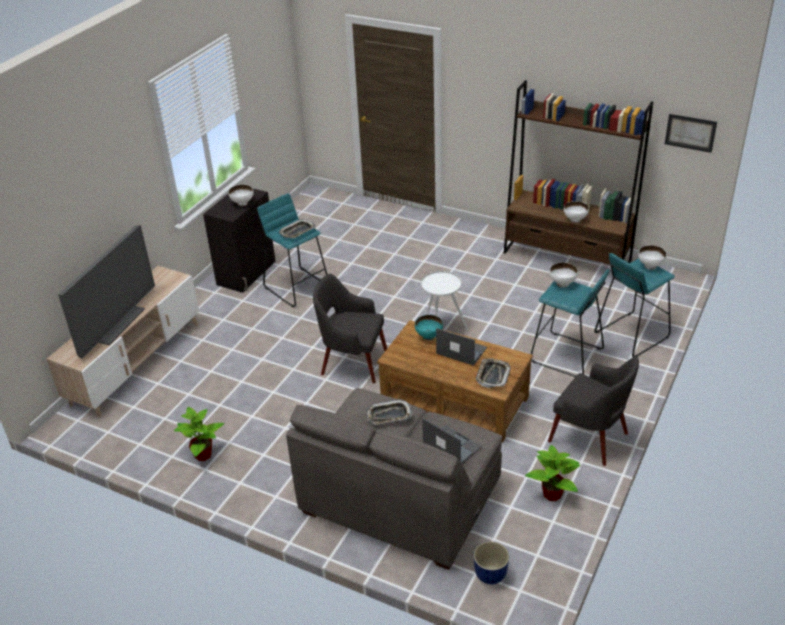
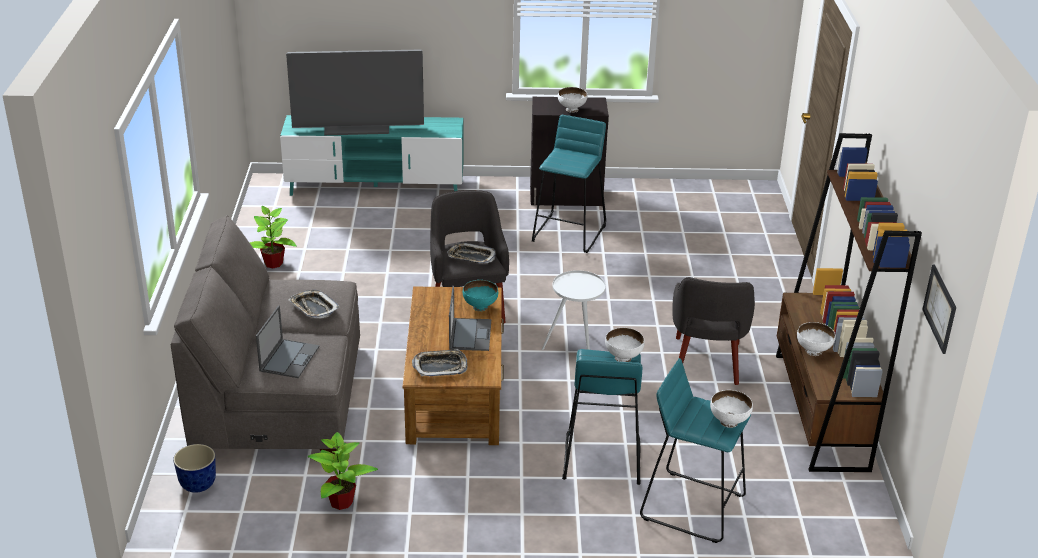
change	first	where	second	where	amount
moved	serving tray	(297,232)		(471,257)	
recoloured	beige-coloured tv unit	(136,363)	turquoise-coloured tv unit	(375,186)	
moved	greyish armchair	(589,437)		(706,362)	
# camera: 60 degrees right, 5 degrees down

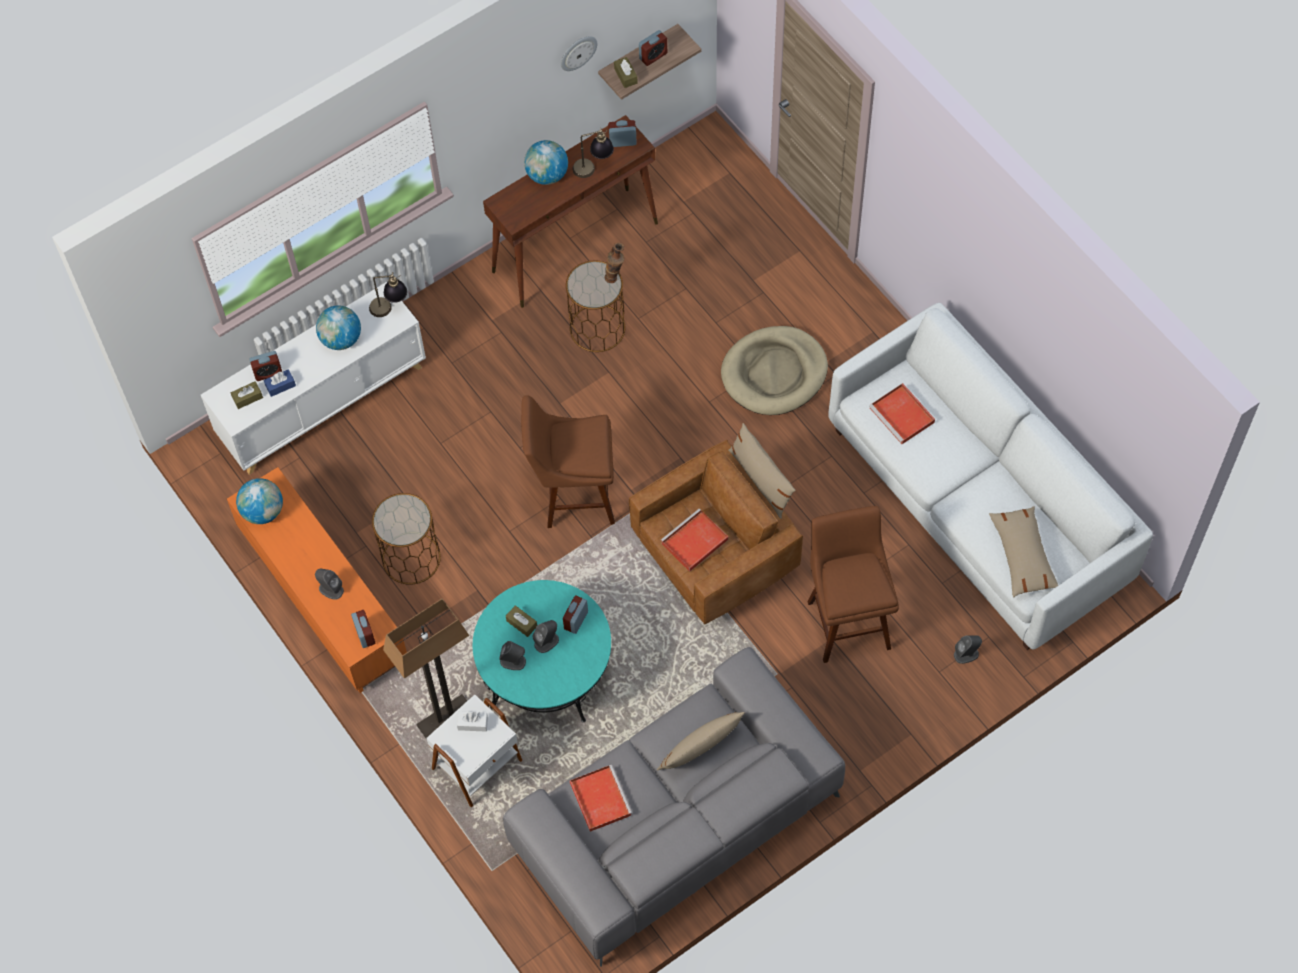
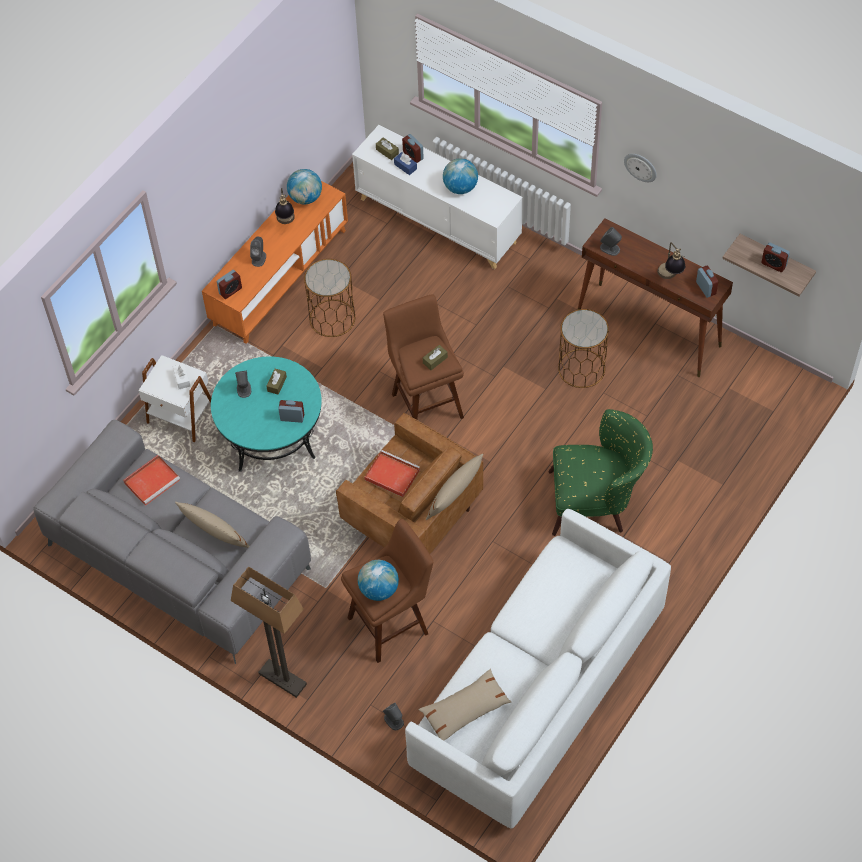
change	first	where	second	where	amount
moved	wall clock	(578,52)		(640,167)	
moved	brownish tissue holder	(625,76)		(435,360)	
moved	world globe	(547,175)		(379,589)	
removed	flower vase	(615,278)			
moved	tabletop lamp	(390,309)		(286,223)	
replaced	beige-coloured dog cushion	(774,373)	green-coloured armchair	(596,502)	
removed	reddish serving tray	(903,416)			
moved	floor lamp	(445,719)		(282,679)	
moved	greyish audio speaker	(547,642)		(610,248)	
# camera: 70 degrees right, 5 degrees down

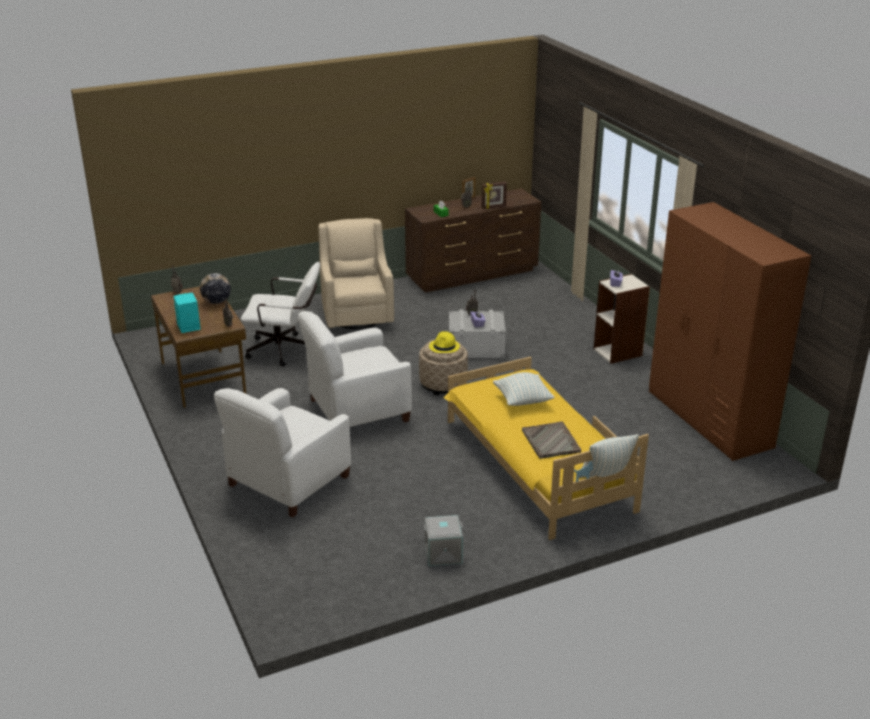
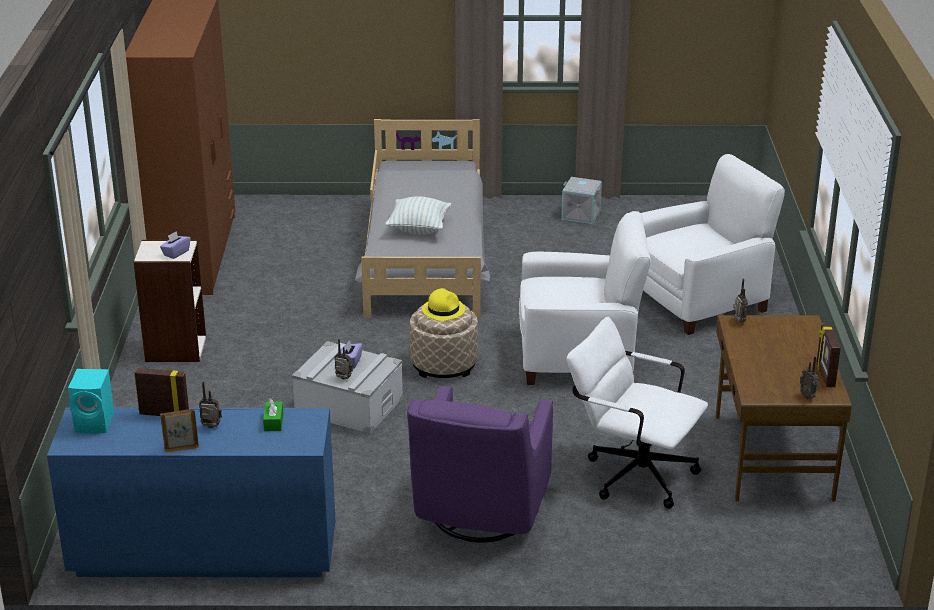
change	first	where	second	where	amount
recoloured	brownish chest of drawers	(473,274)	blue chest of drawers	(202,554)	
recoloured	beige-coloured armchair	(356,315)	purplish armchair	(479,515)	
removed	world globe	(216,302)			
moved	turquoise-coloured audio speaker	(187,327)		(96,423)	
recoloured	yellowish bedroom bed	(536,464)	greyish bedroom bed	(426,257)	
removed	greyish serving tray	(551,441)			
removed	cushion	(605,475)			
added			photo frame	(824,375)	
# camera: 155 degrees left, 0 degrees up

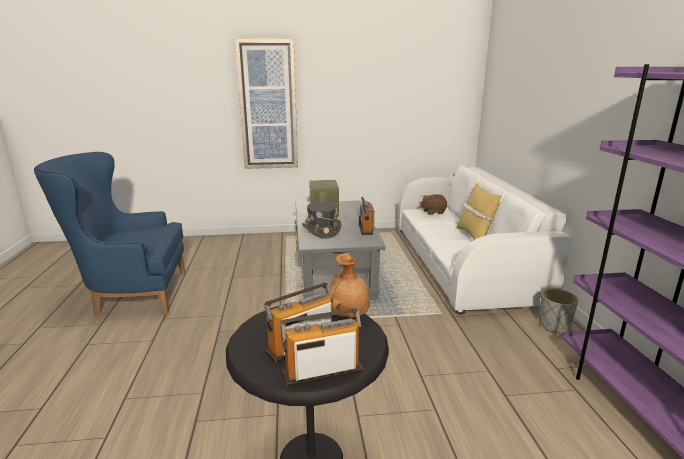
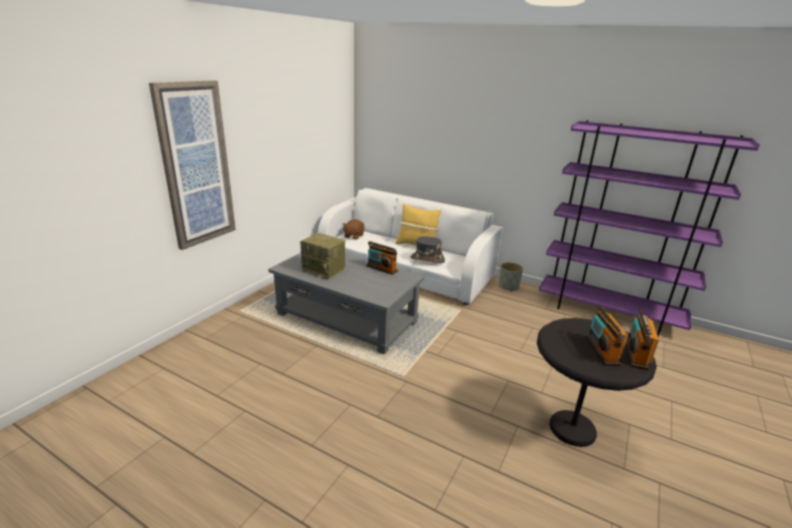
change	first	where	second	where	amount
removed	blue armchair	(130,294)			
moved	greyish hat	(321,231)		(427,259)	
removed	brownish flower vase	(349,315)			
# camera: 55 degrees left, 5 degrees up

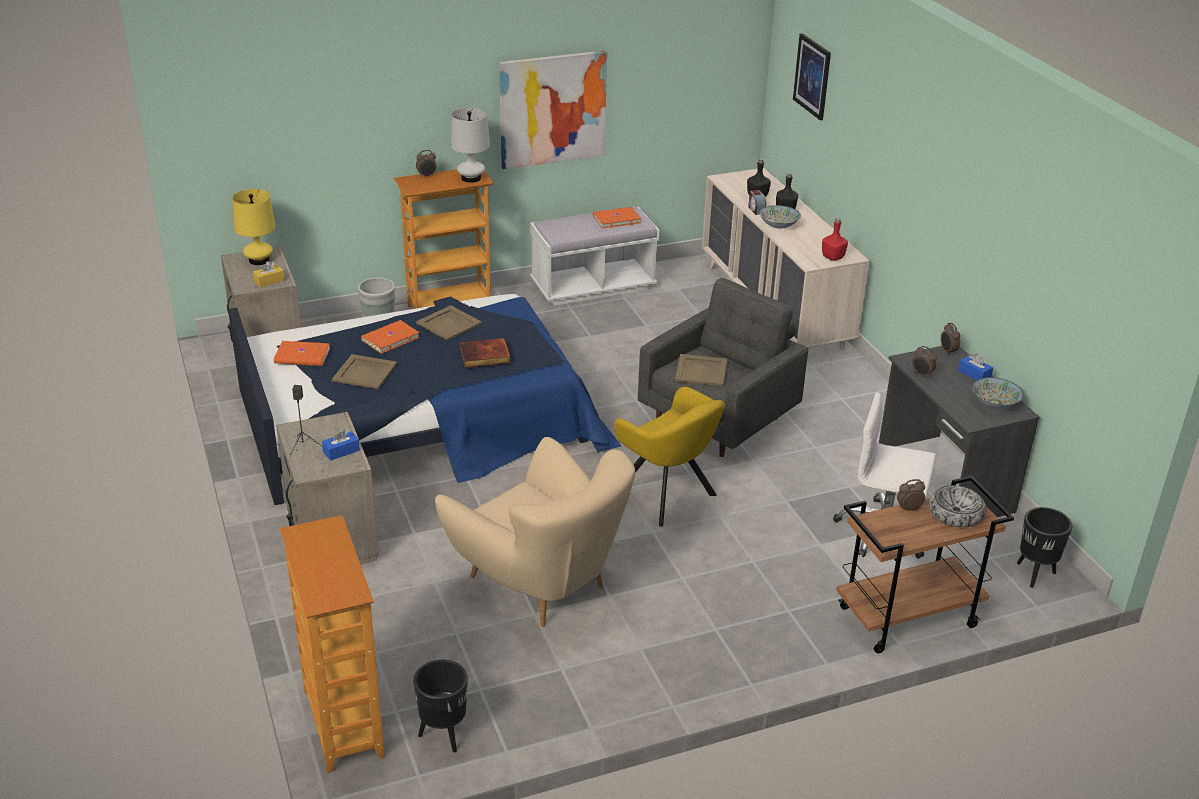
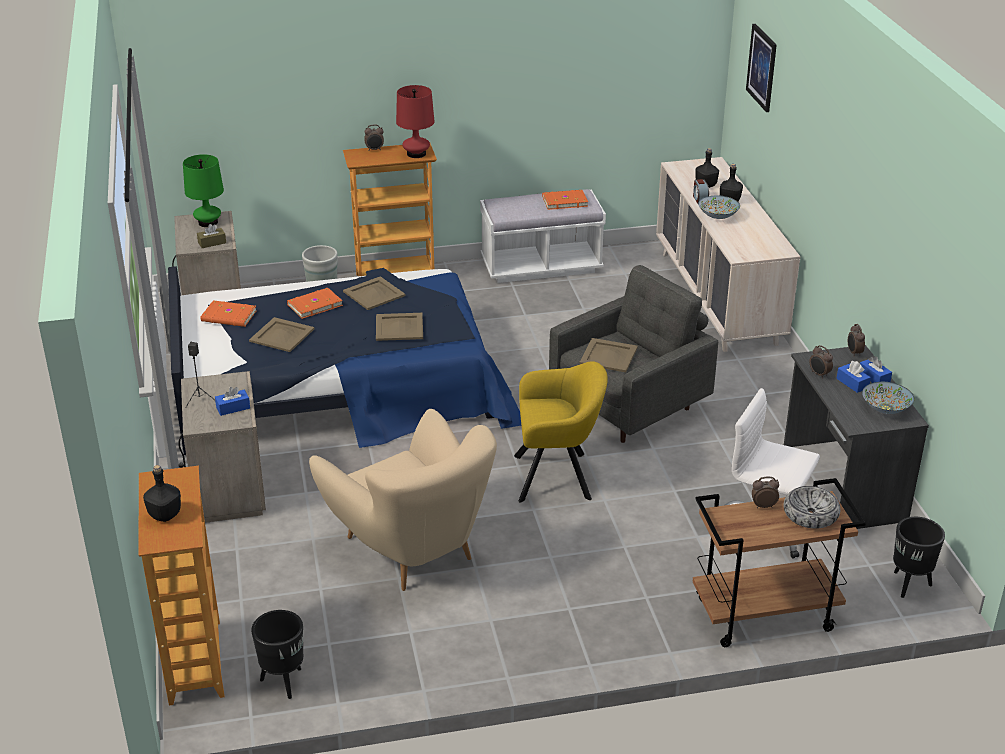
change	first	where	second	where	amount
removed	wall art	(552,109)			
recoloured	white-coloured tabletop lamp	(471,178)	reddish tabletop lamp	(416,154)	
recoloured	yellowish tabletop lamp	(259,260)	green-coloured tabletop lamp	(208,222)	
removed	reddish beverage bottle	(832,257)			
recoloured	yellowish tissue holder	(269,281)	brownish tissue holder	(212,243)	
replaced	book	(484,356)	beige-coloured serving tray	(399,327)	
turned	yellowish armchair	(668,496)		(558,477)	60 degrees counterclockwise
added			blue tissue holder	(852,383)	
added			black-coloured beverage bottle	(165,514)	
# camera: 10 degrees right, 0 degrees up

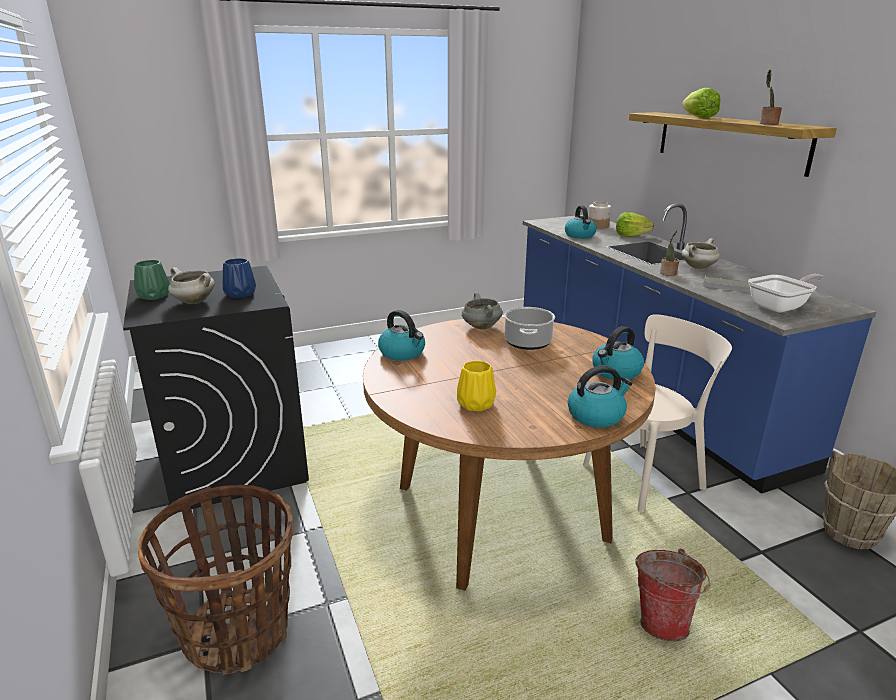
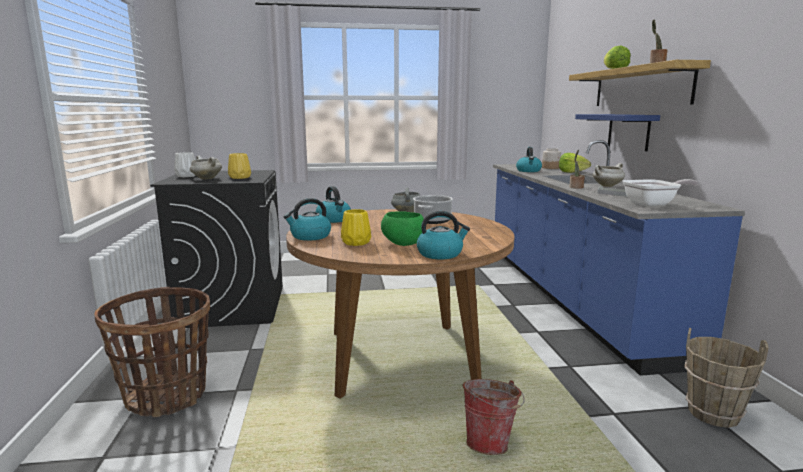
change	first	where	second	where	amount
recoloured	blue flower vase	(240,293)	yellowish flower vase	(240,177)	
recoloured	green-coloured flower vase	(154,296)	white-coloured flower vase	(187,176)	
removed	beige-coloured chair	(646,475)			
moved	water kettle	(616,372)		(310,236)	
added			blue bracket shelf	(628,131)	
added			green-coloured bowl	(402,244)	
# camera: 15 degrees right, 10 degrees down

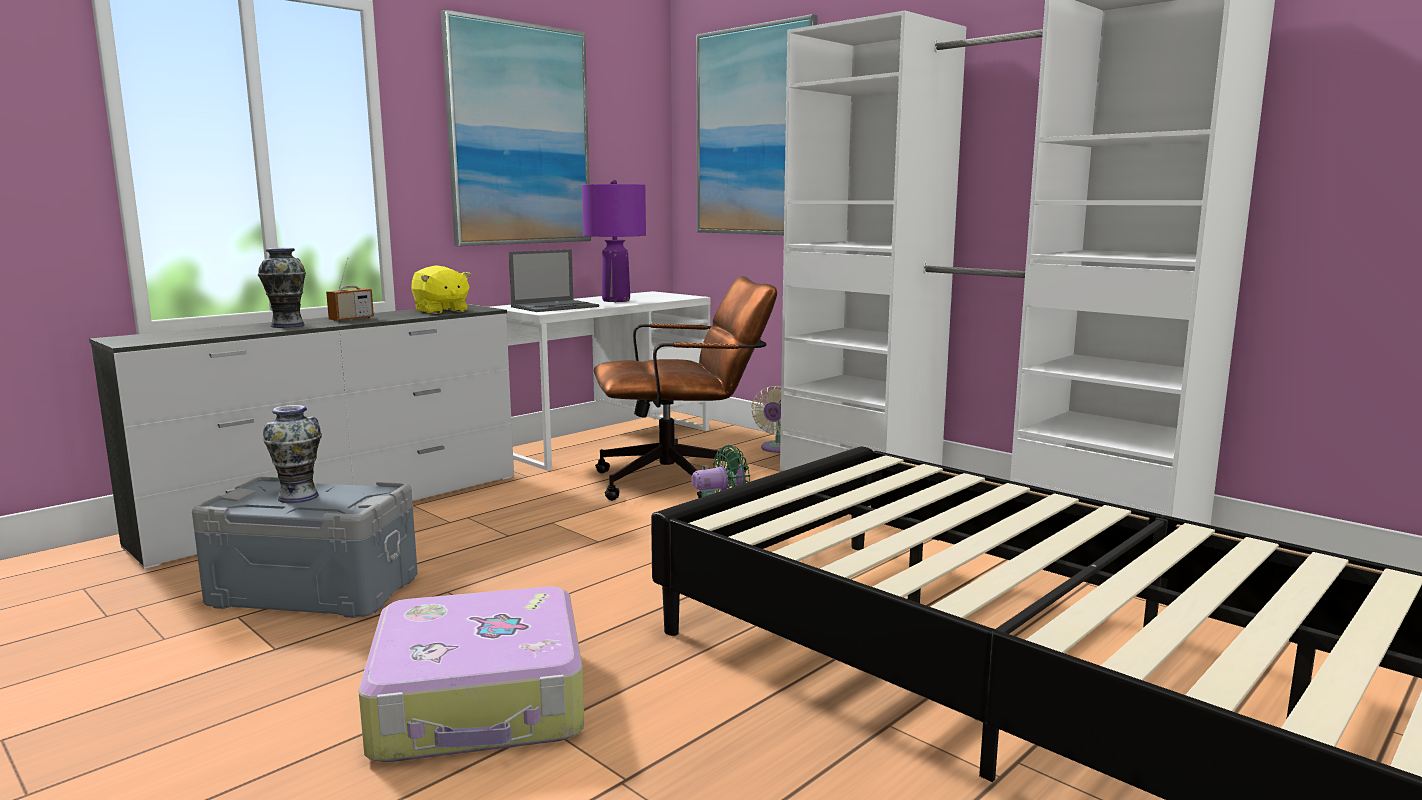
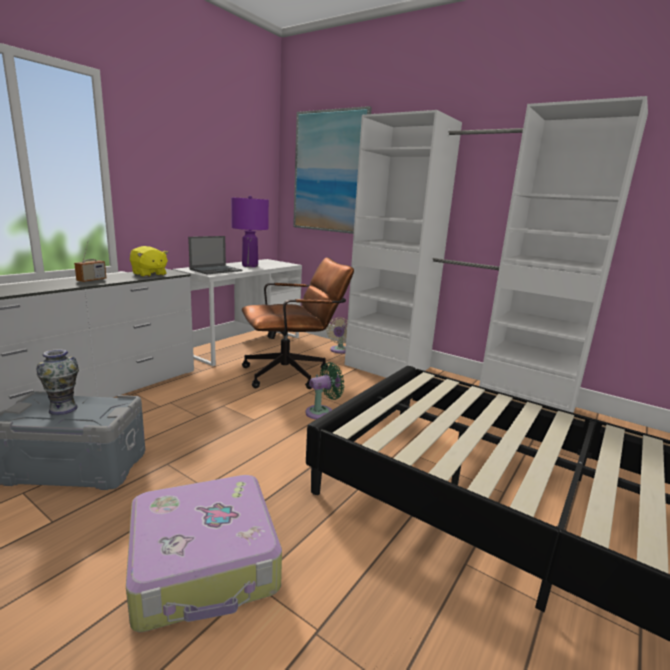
change	first	where	second	where	amount
removed	wall art	(519,135)			
removed	flower vase	(288,325)			
# camera: 10 degrees left, 5 degrees up

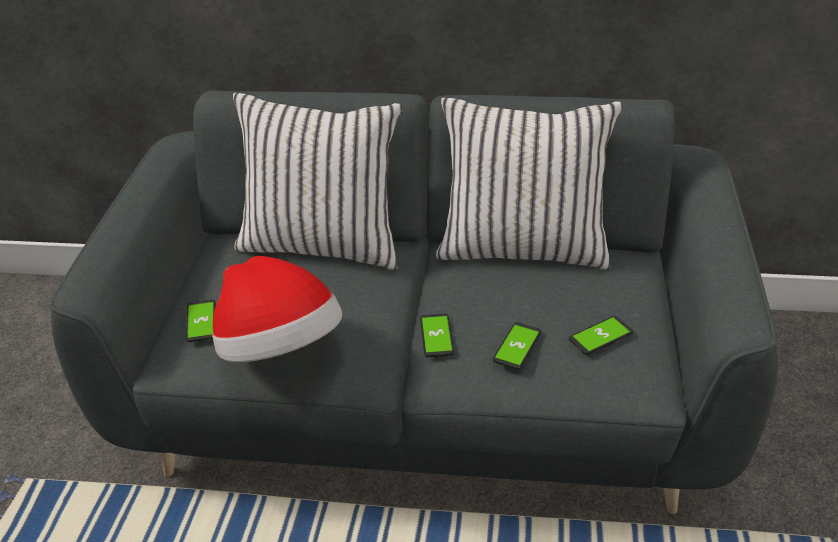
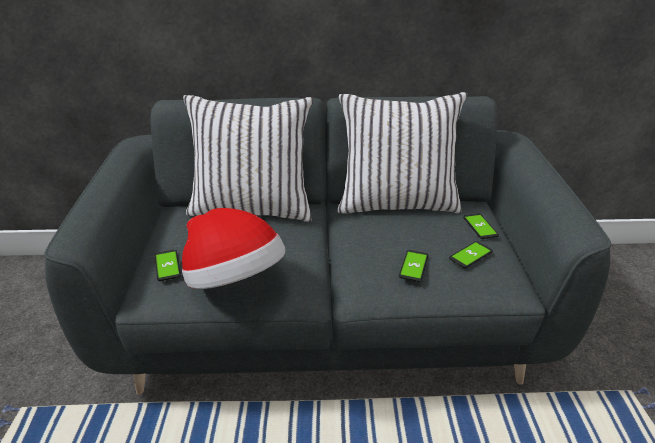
change	first	where	second	where	amount
moved	handset	(436,336)		(480,227)	
# camera: 10 degrees left, 5 degrees down

